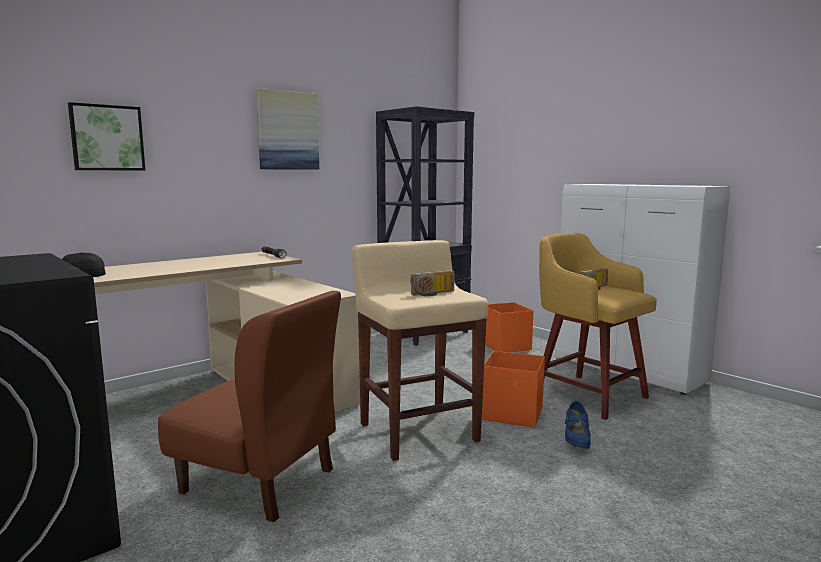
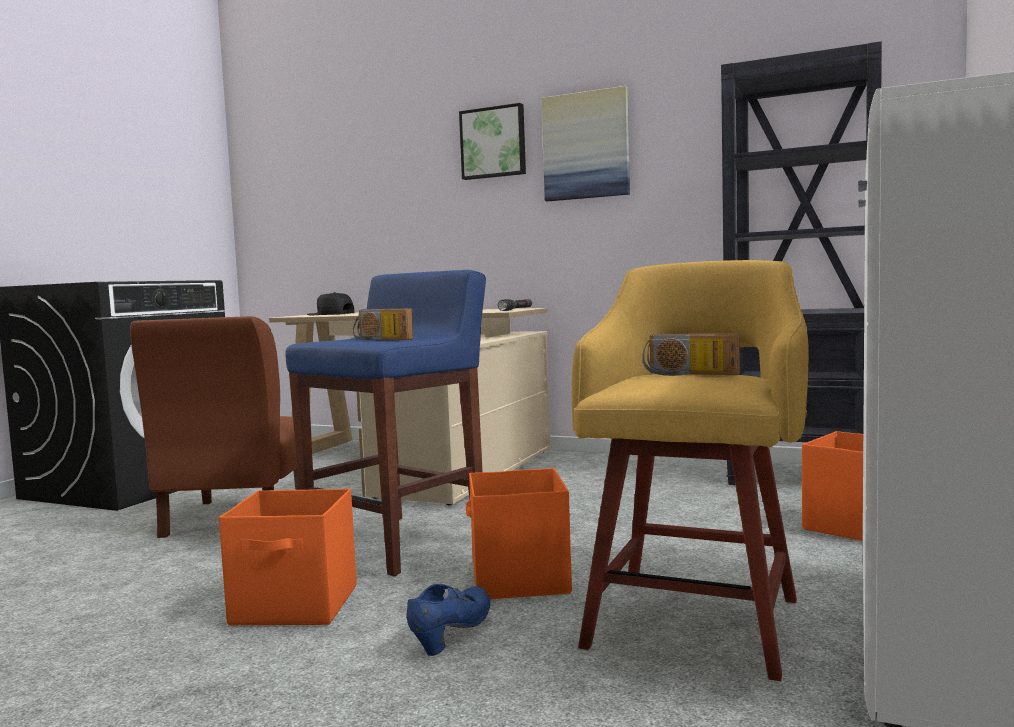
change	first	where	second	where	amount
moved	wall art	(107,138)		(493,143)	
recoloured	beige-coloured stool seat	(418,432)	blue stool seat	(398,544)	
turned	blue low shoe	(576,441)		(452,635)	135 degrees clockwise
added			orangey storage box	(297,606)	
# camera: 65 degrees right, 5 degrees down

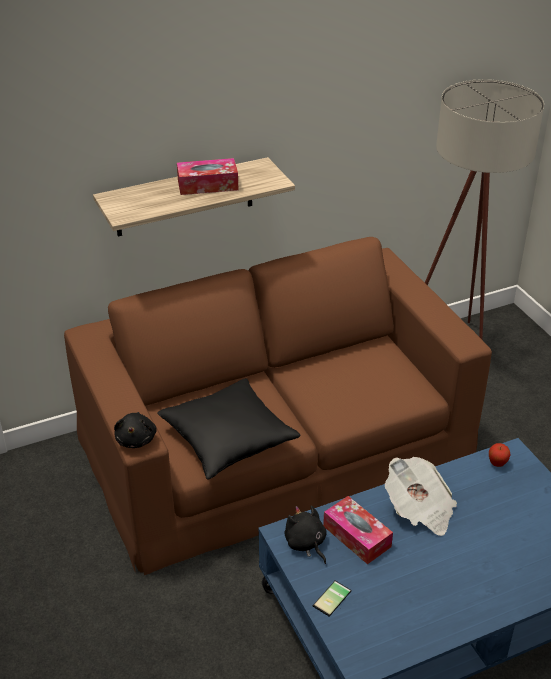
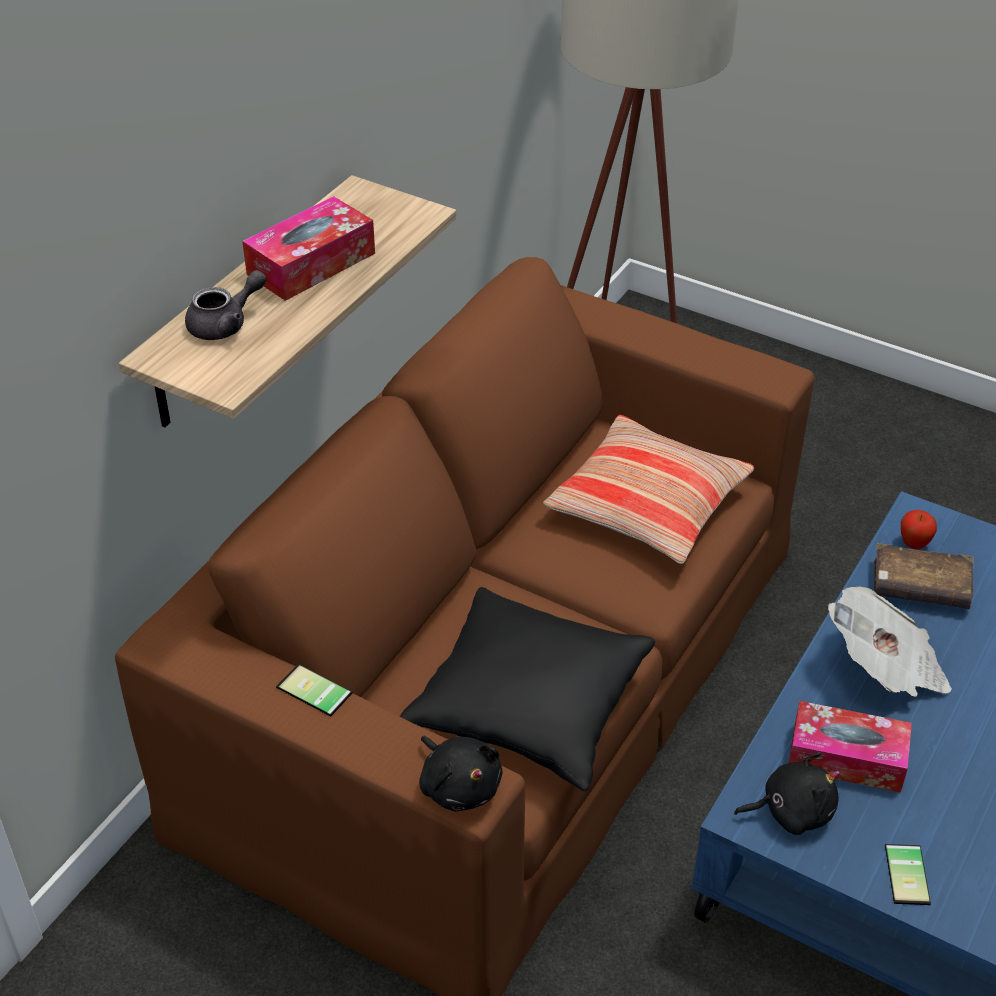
change	first	where	second	where	amount
turned	black-coloured cuddly toy	(306,543)		(791,811)	150 degrees clockwise
added			greyish pot for tea	(226,324)	
added			cushion	(648,503)	
added			brownish book	(920,587)	
added			handset	(312,693)	
# camera: 35 degrees left, 5 degrees up

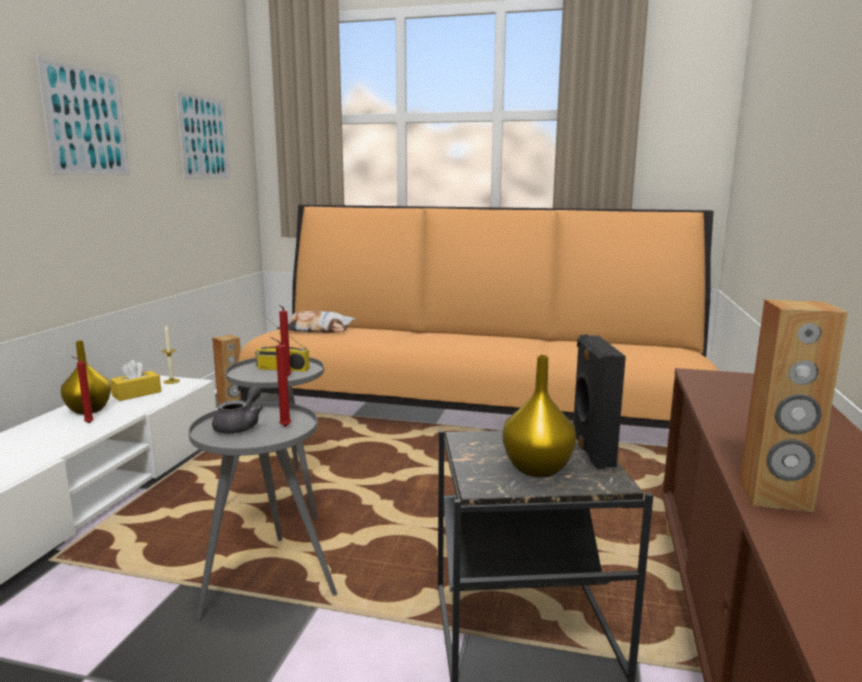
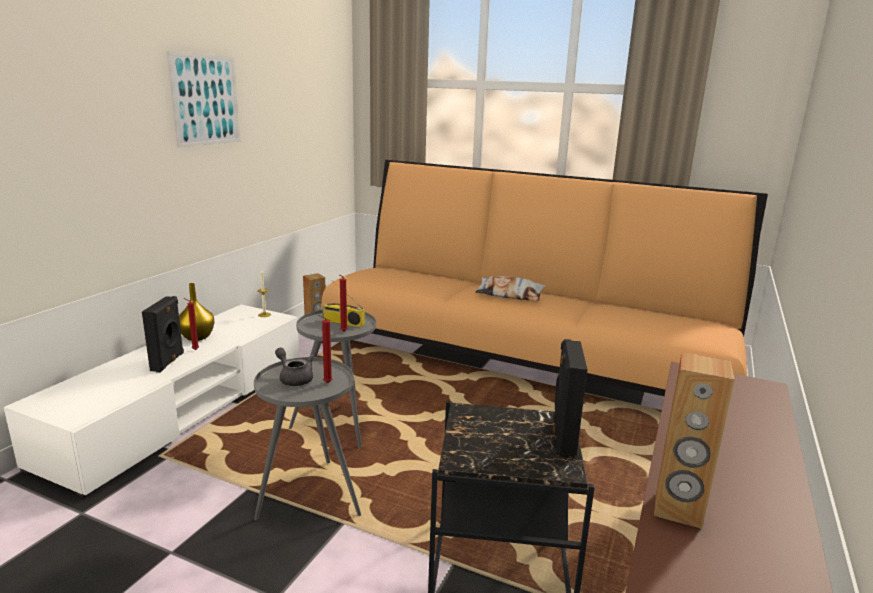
change	first	where	second	where	amount
removed	wall art	(204,137)			
moved	cushion	(316,329)		(509,294)	
removed	yellowish flower vase	(538,468)			
removed	yellowish tissue holder	(136,394)			
turned	greyish pot for tea	(240,426)		(294,378)	75 degrees counterclockwise
added			black-coloured audio speaker	(168,362)	
# camera: 10 degrees right, 5 degrees up

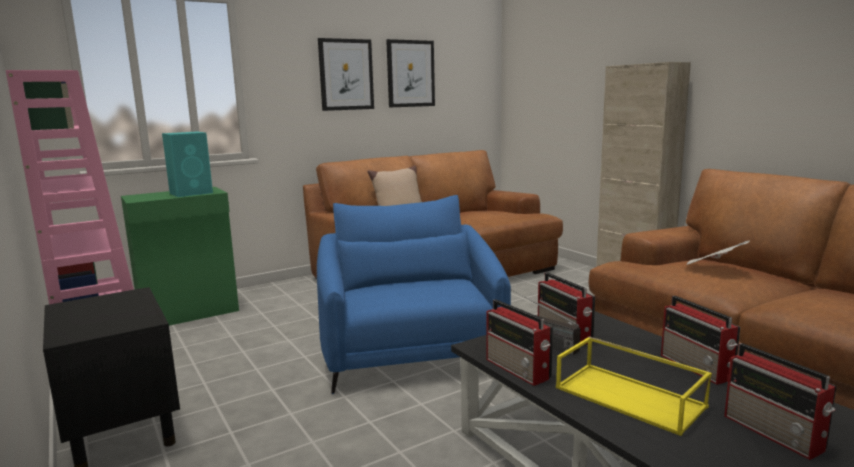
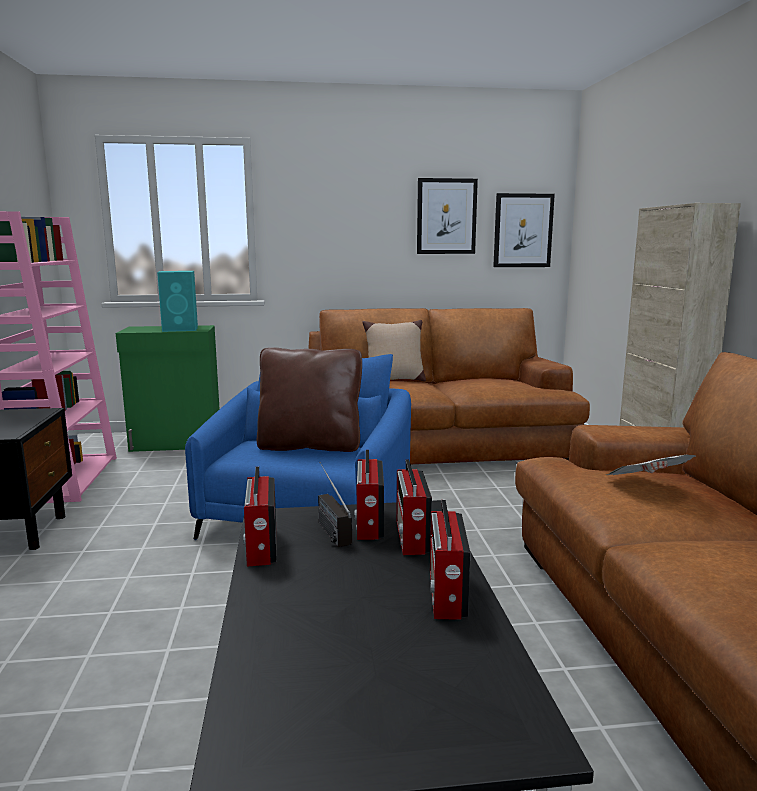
change	first	where	second	where	amount
moved	wall art	(346,74)		(523,230)	
removed	yellowish serving tray	(631,397)			
moved	radio	(775,433)		(411,538)	
added			brownish cushion	(310,446)	
# camera: 25 degrees right, 0 degrees up

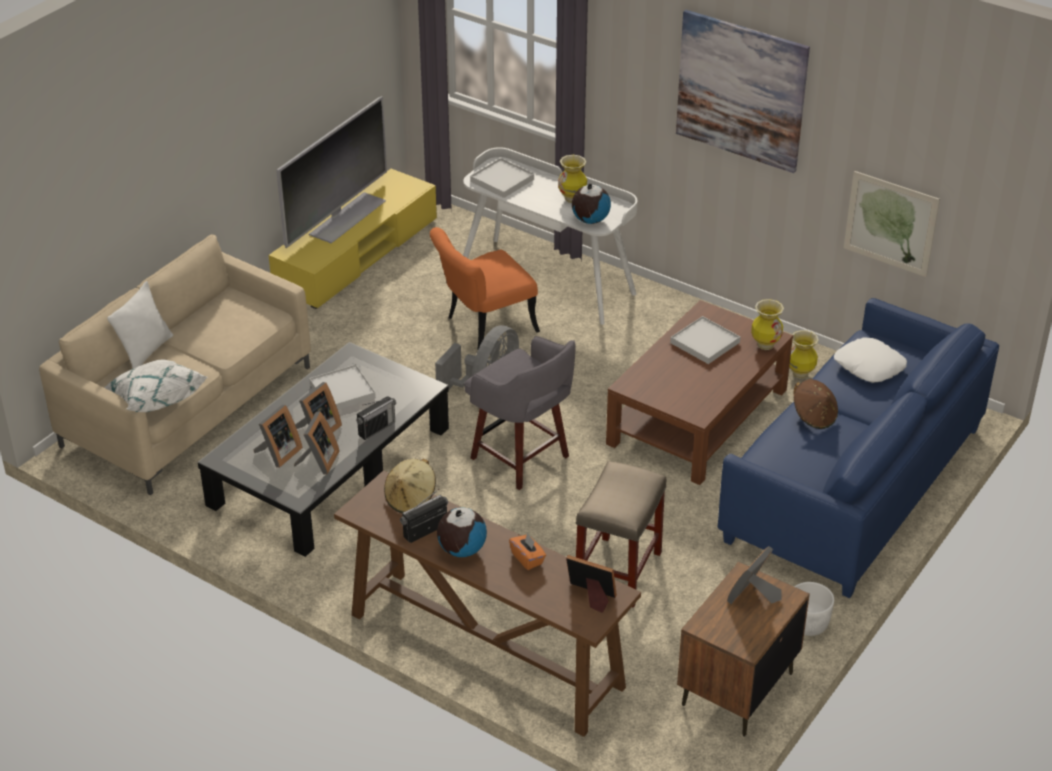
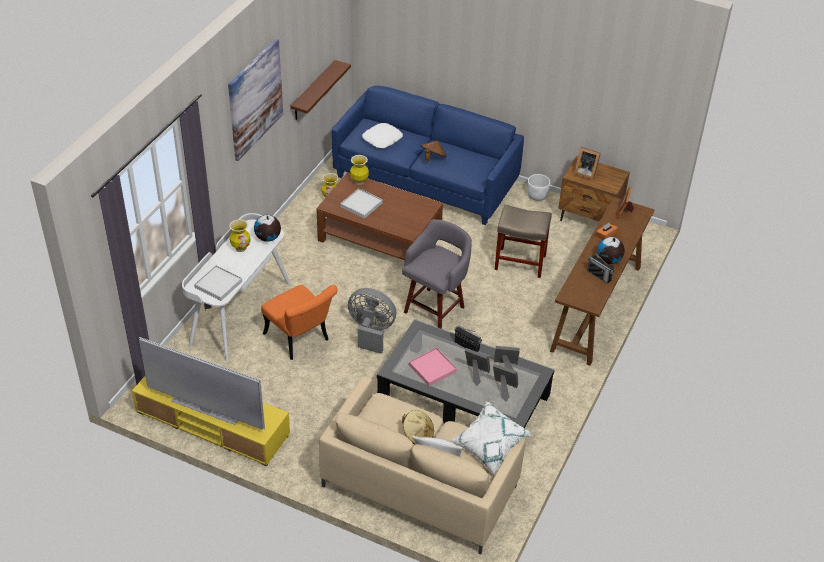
change	first	where	second	where	amount
replaced	wall art	(890,223)	brownish bracket shelf	(313,91)	
recoloured	white-coloured serving tray	(342,391)	pink-coloured serving tray	(432,368)	
moved	beige-coloured hat	(411,499)		(418,435)	
# camera: 100 degrees left, 5 degrees up

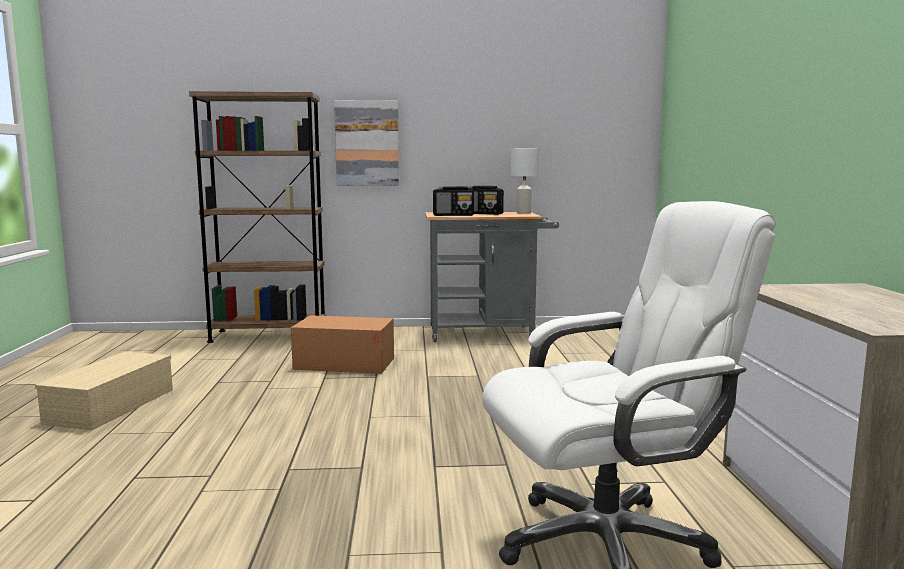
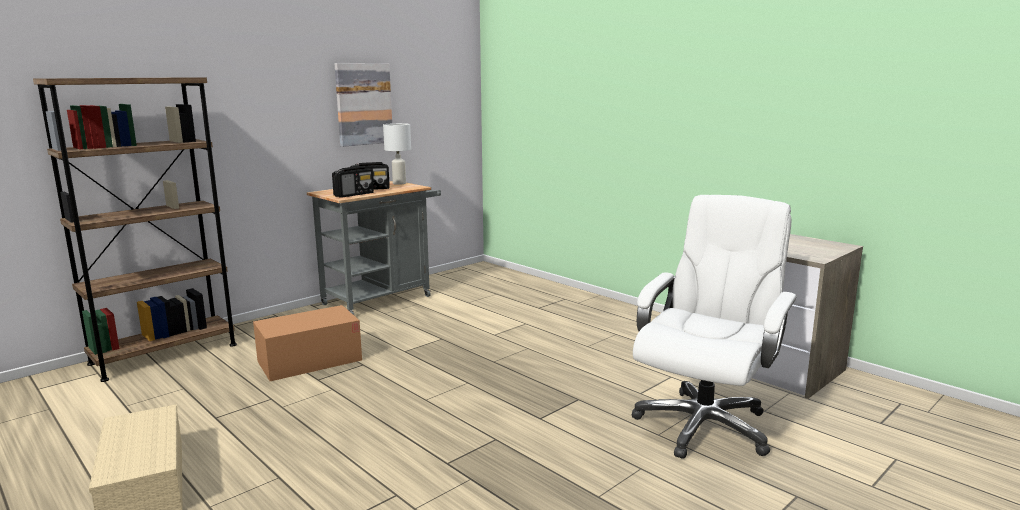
change	first	where	second	where	amount
moved	wall art	(367,143)		(363,104)	
# camera: 40 degrees left, 5 degrees up

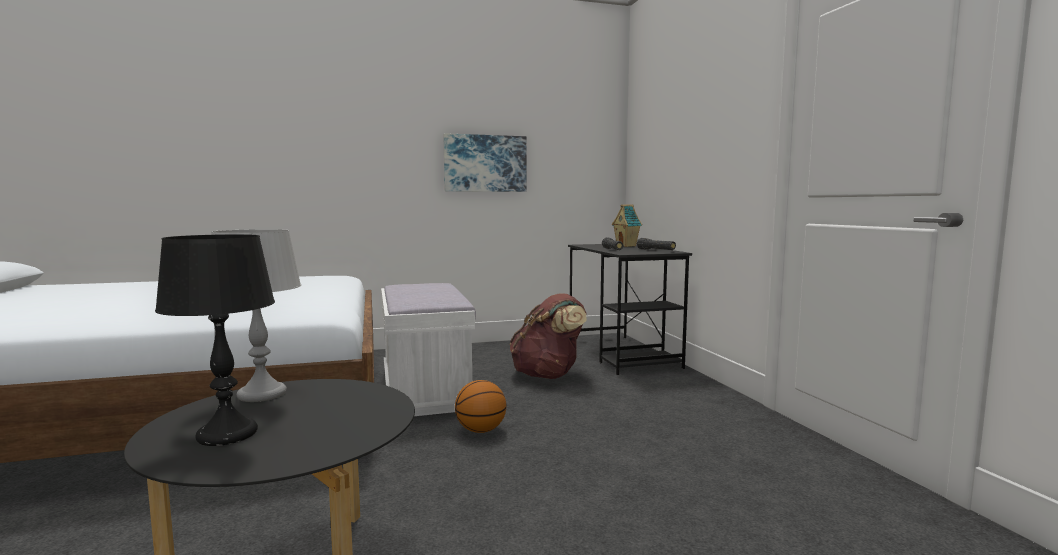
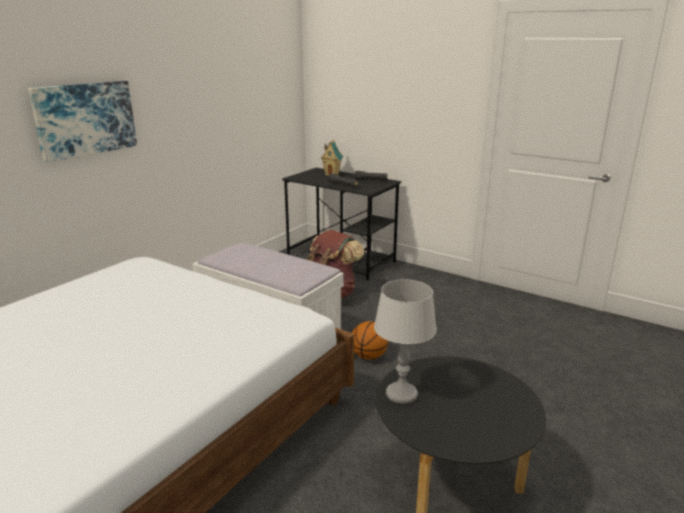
change	first	where	second	where	amount
moved	wall art	(485,163)		(85,119)	
removed	black-coloured tabletop lamp	(227,434)			
# camera: 40 degrees left, 15 degrees up

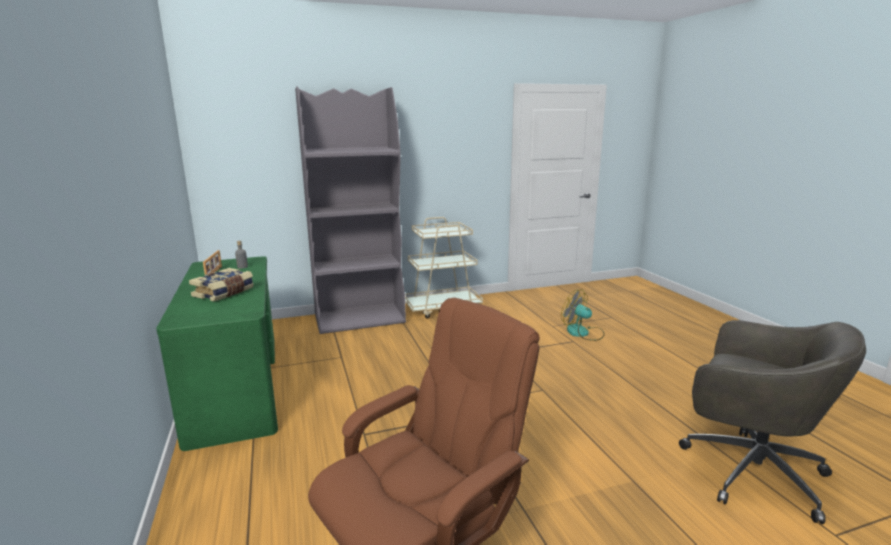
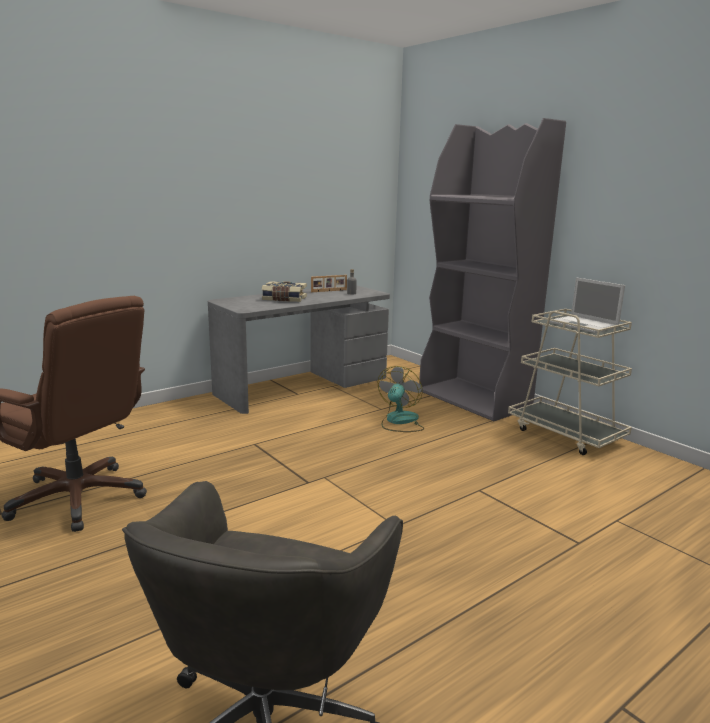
change	first	where	second	where	amount
recoloured	green-coloured desk table	(236,385)	greyish desk table	(302,386)	
moved	cooling fan	(582,333)		(399,422)	
added			notebook computer	(584,325)	
# camera: 70 degrees right, 0 degrees up

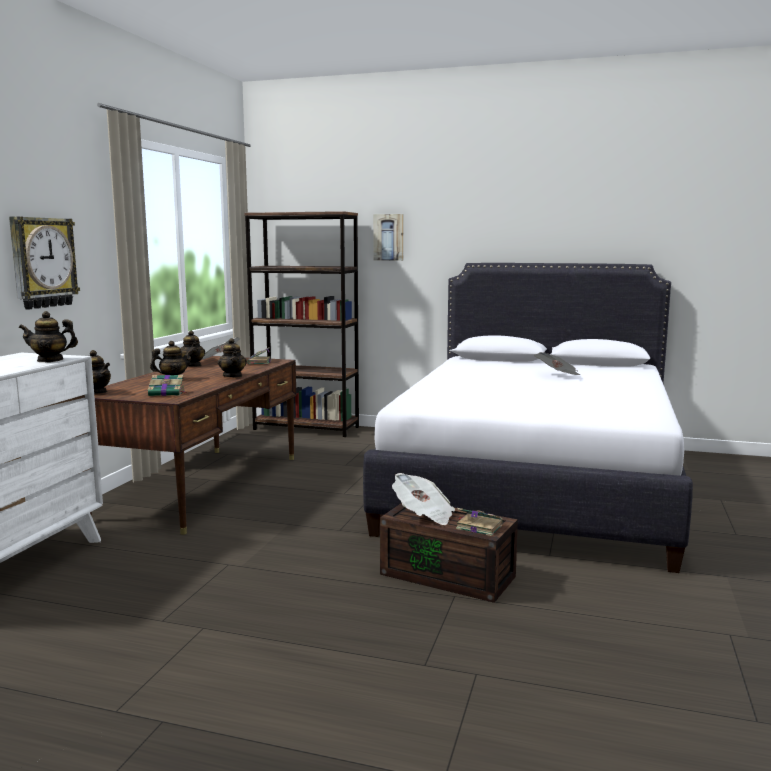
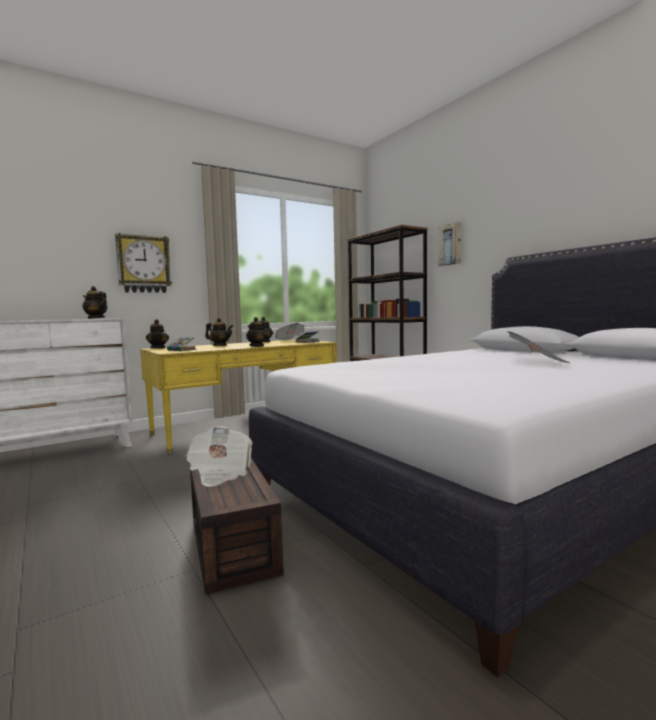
change	first	where	second	where	amount
recoloured	brownish desk table	(202,486)	yellowish desk table	(245,428)	
removed	book	(478,526)			
# camera: 40 degrees right, 5 degrees down

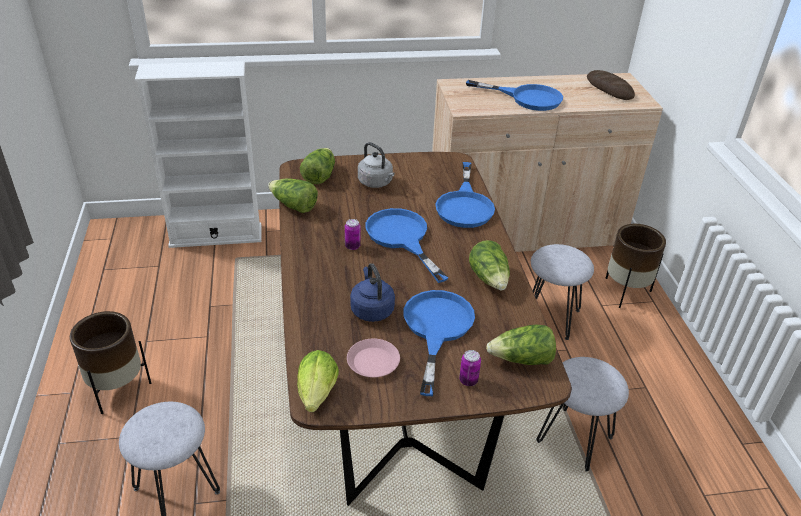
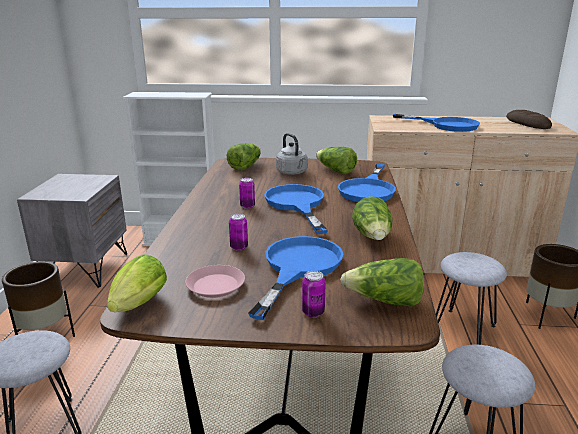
change	first	where	second	where	amount
moved	head of lettuce	(293,206)		(335,171)	
replaced	blue water kettle	(371,309)	can	(239,247)	
added			greyish night table	(85,268)	
# camera: 15 degrees right, 15 degrees down

